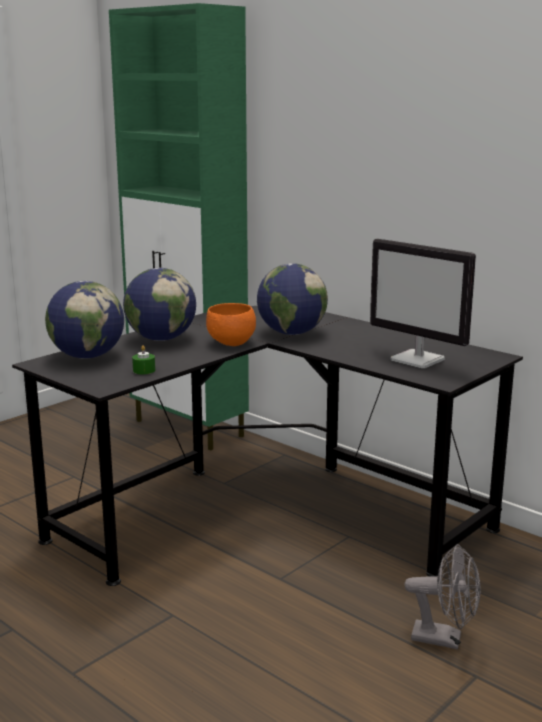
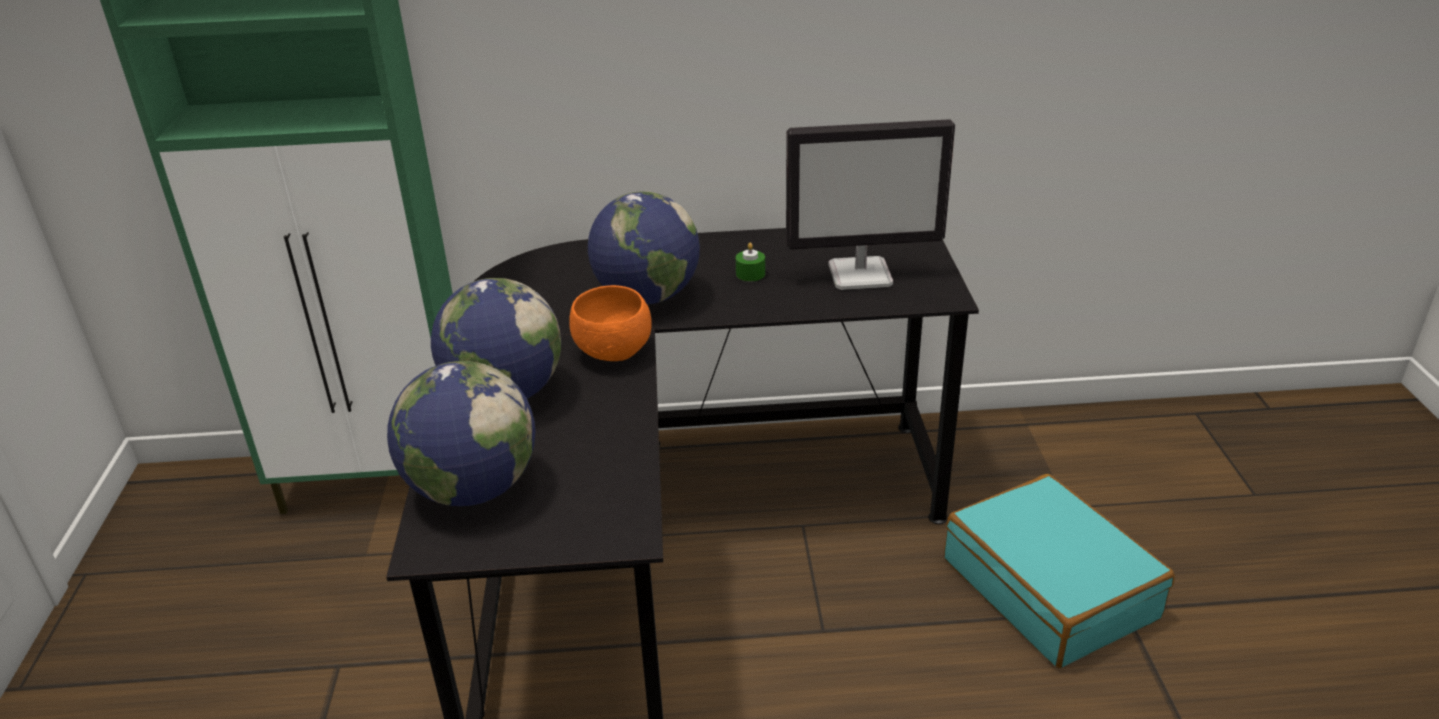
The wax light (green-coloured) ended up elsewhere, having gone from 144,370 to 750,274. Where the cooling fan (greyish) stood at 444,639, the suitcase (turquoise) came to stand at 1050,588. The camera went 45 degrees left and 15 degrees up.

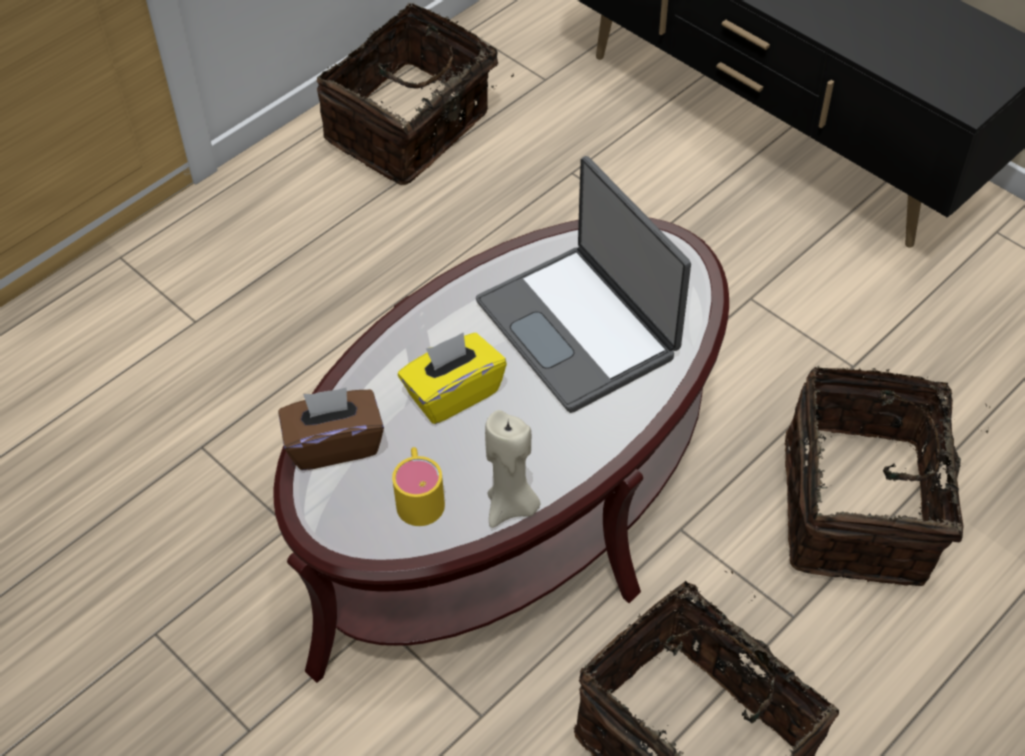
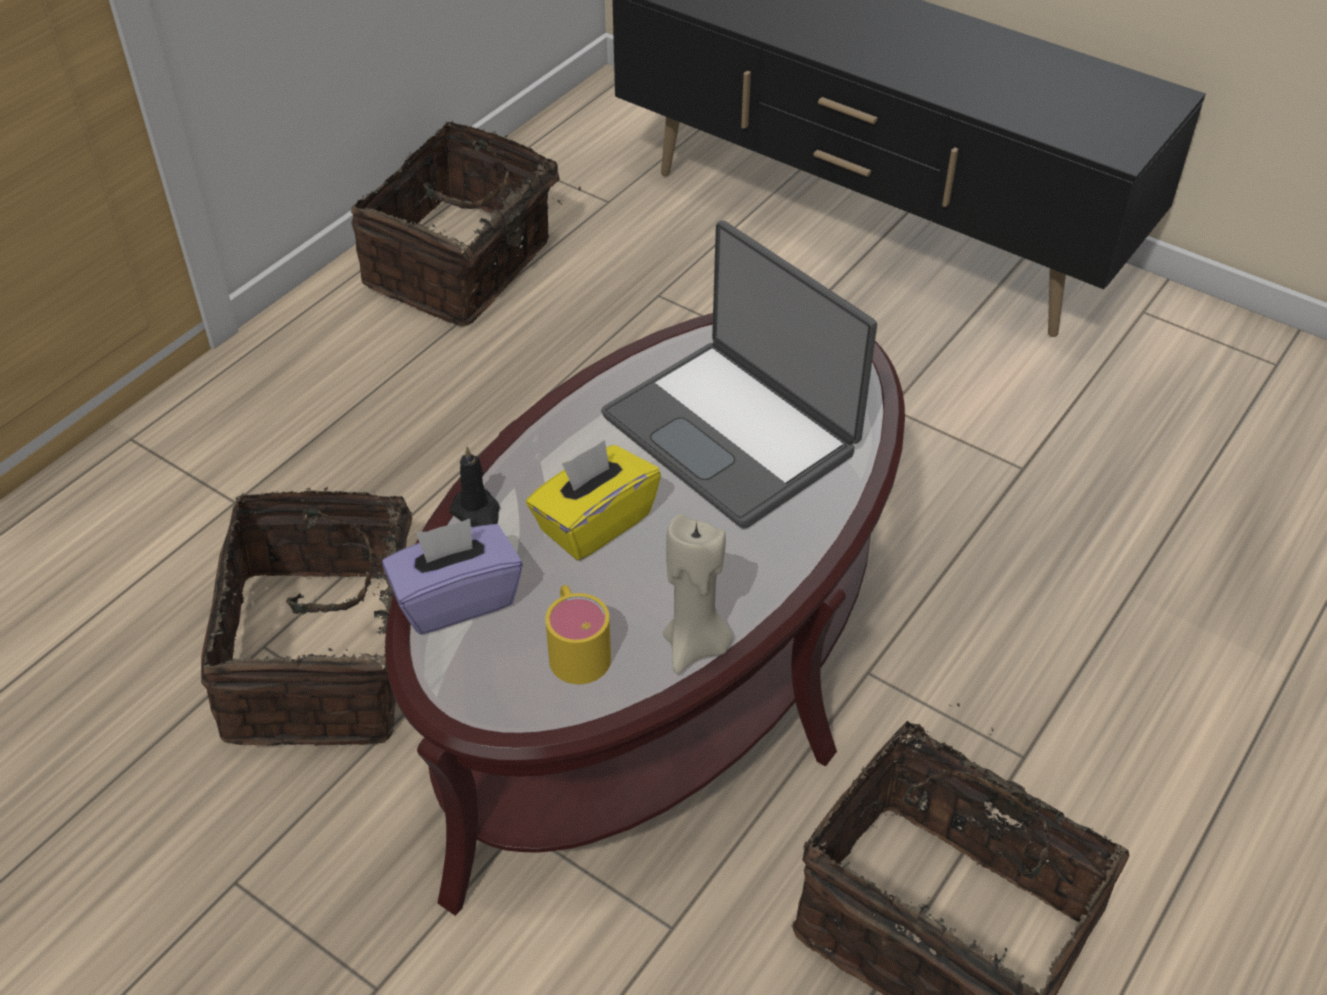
The second view gained the wax light (blackish) at 477,512. The storage basket ended up elsewhere, having gone from 862,507 to 327,659. What was the box of tissues (brown) at 334,444 turned into the box of tissues (purplish) at 456,598. The camera went 10 degrees left and 5 degrees down.

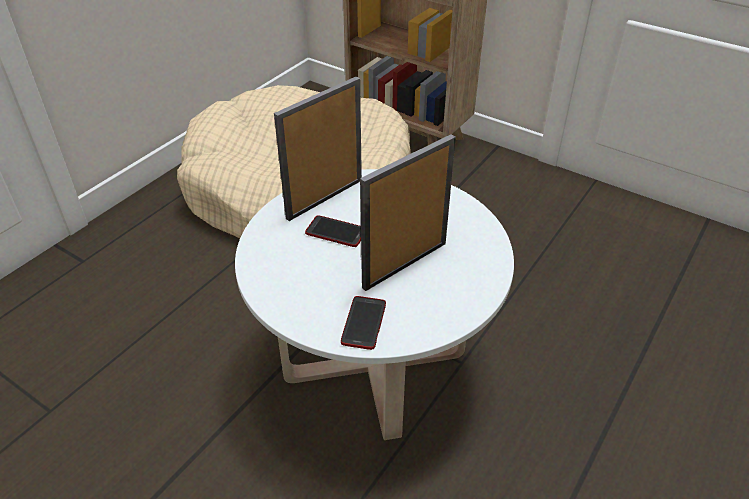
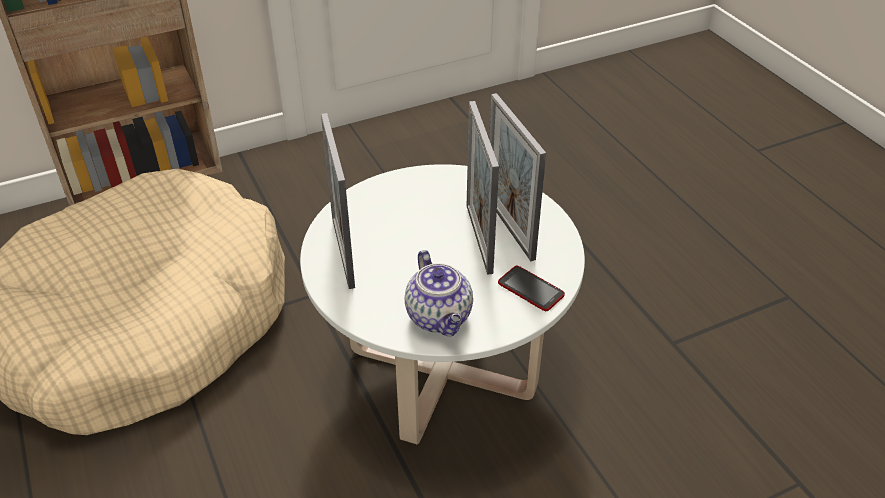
The second view lost the handset at 336,232. The second view gained the pot for tea at 440,318. The second view gained the picture frame at 510,228. The camera went 60 degrees left and 0 degrees up.

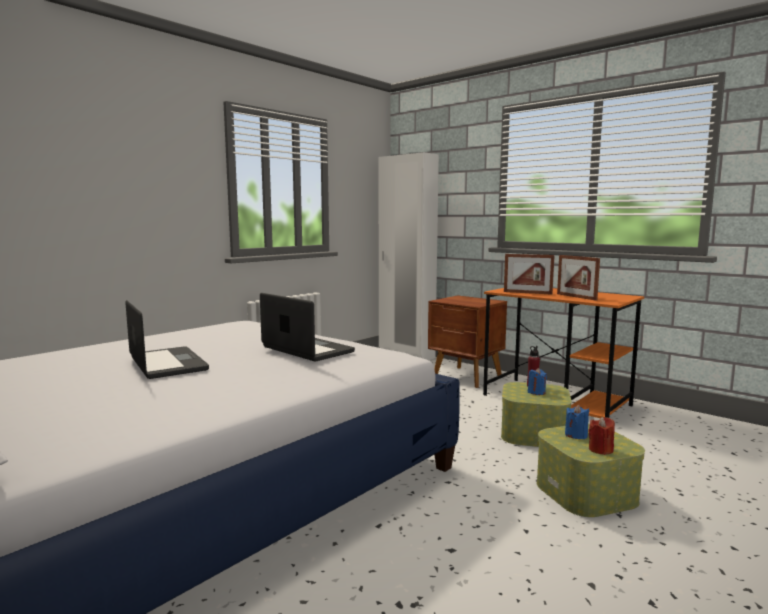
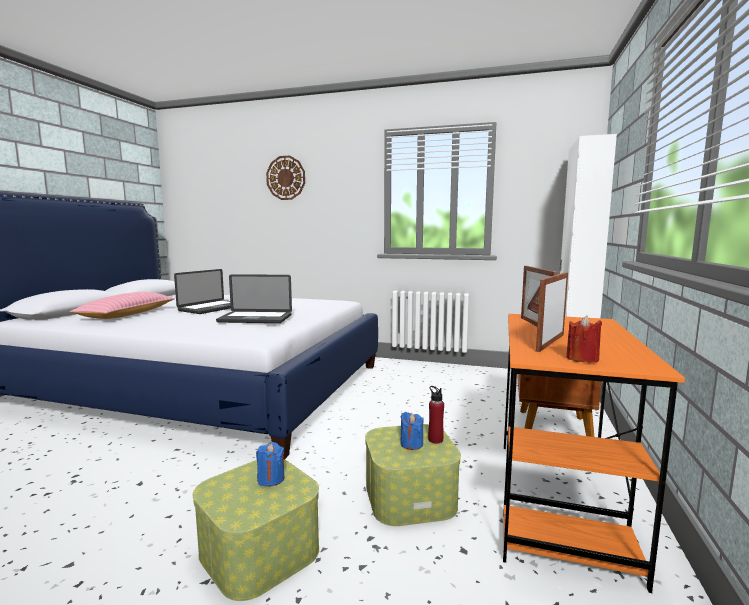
The second view gained the throw pillow (pink-coloured) at 127,314. The second view gained the clock on the wall at 286,178. The wax light (red) ended up elsewhere, having gone from 600,450 to 582,359. The portable computer at 307,349 ended up facing another way, 75 degrees clockwise from before. The camera went 65 degrees right and 0 degrees up.

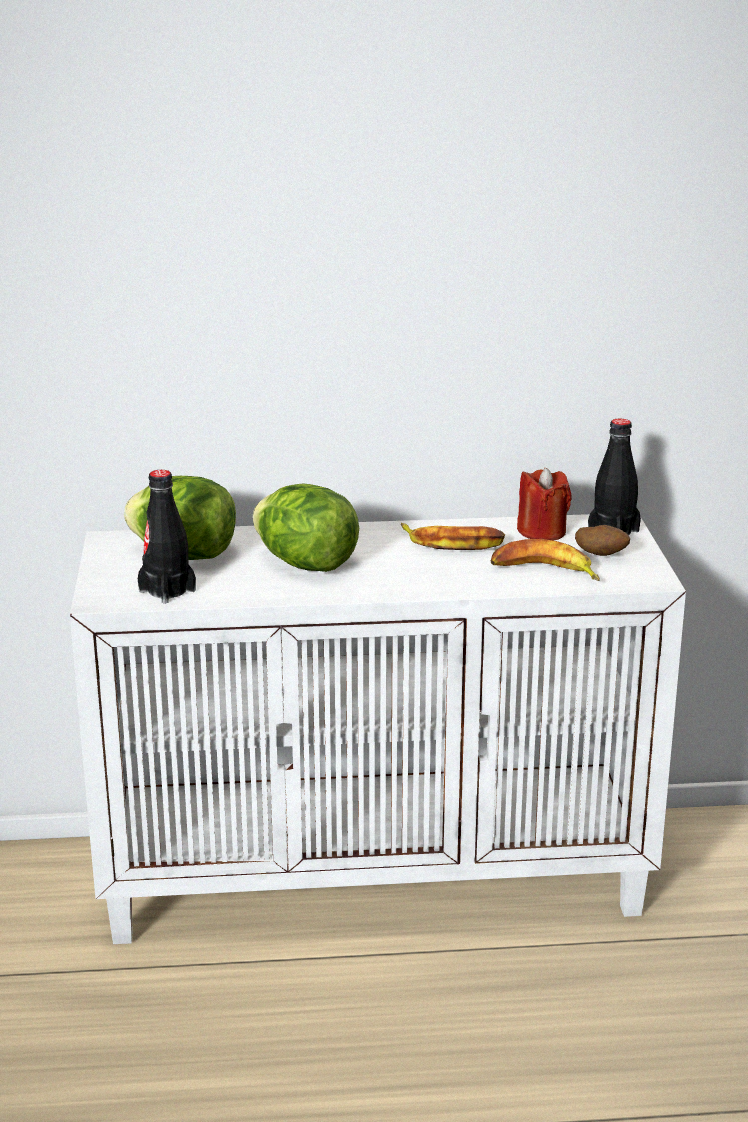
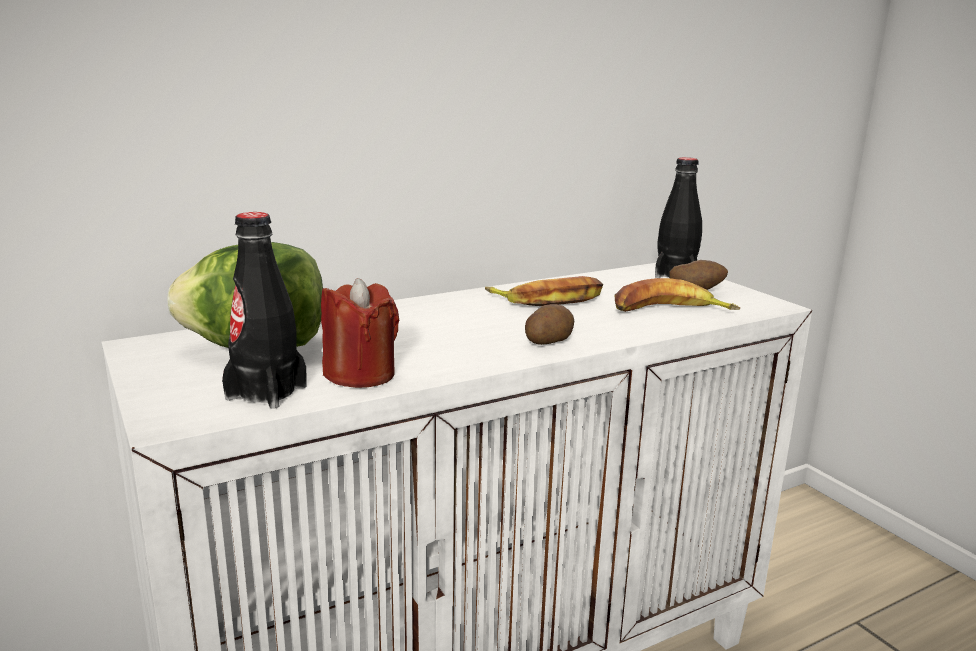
The second view lost the lettuce at 306,564. The second view gained the potato at 548,341. The wax light (red) ended up elsewhere, having gone from 542,532 to 360,374. The camera went 25 degrees left and 5 degrees down.

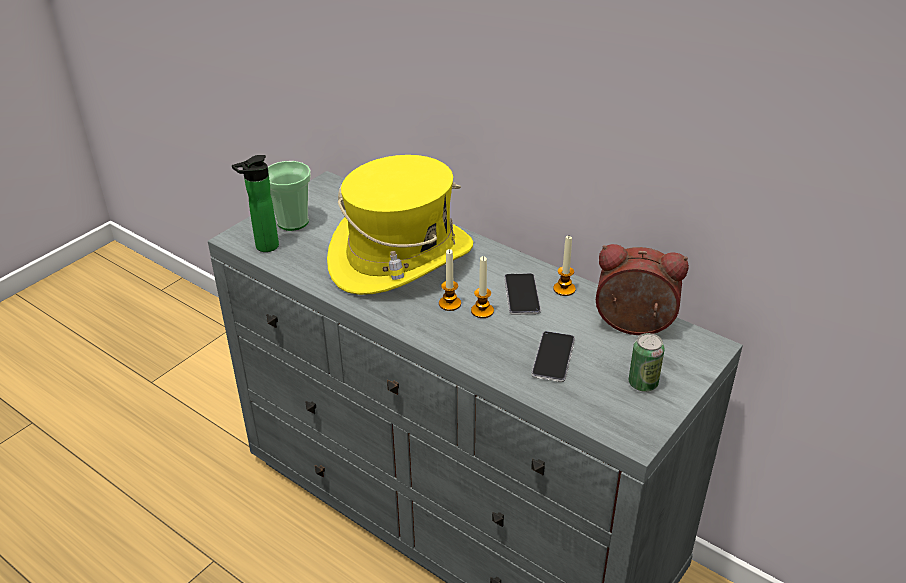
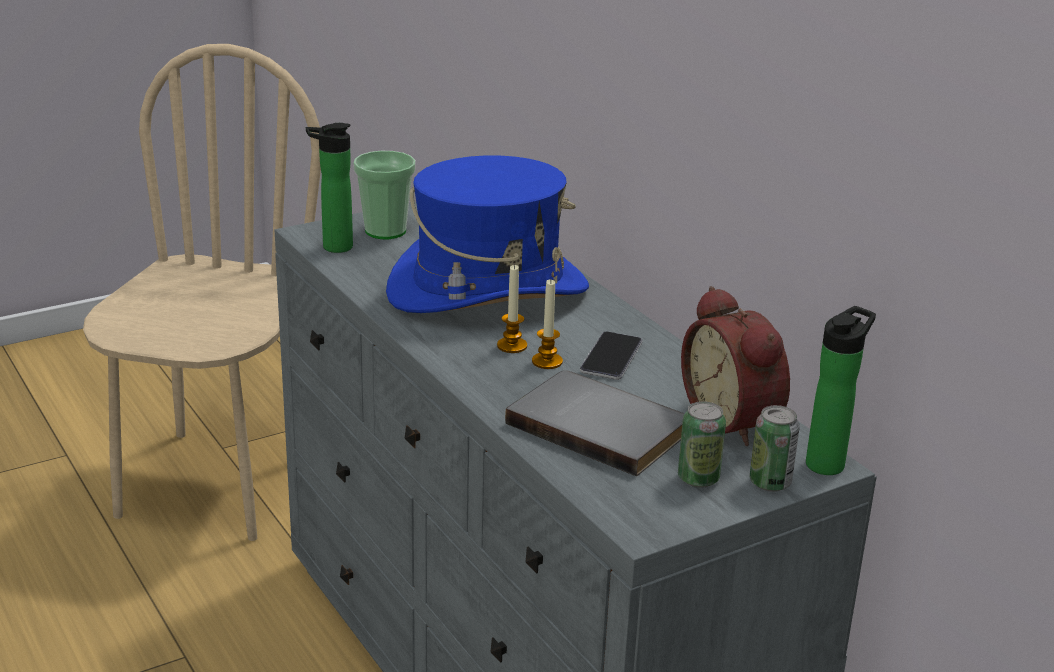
The second view lost the wax light at 564,289. The second view gained the plain chair (sand-coloured) at 217,484. The second view gained the metal can at 770,482. The second view gained the drink bottle at 828,462. Where the handset stood at 553,357, the volume (greyish) came to stand at 600,426. What was the wearable hat (yellowish) at 401,258 turned into the wearable hat (blue-coloured) at 488,291. The table clock at 633,326 ended up facing another way, 150 degrees counterclockwise from before. The camera went 20 degrees right and 10 degrees down.

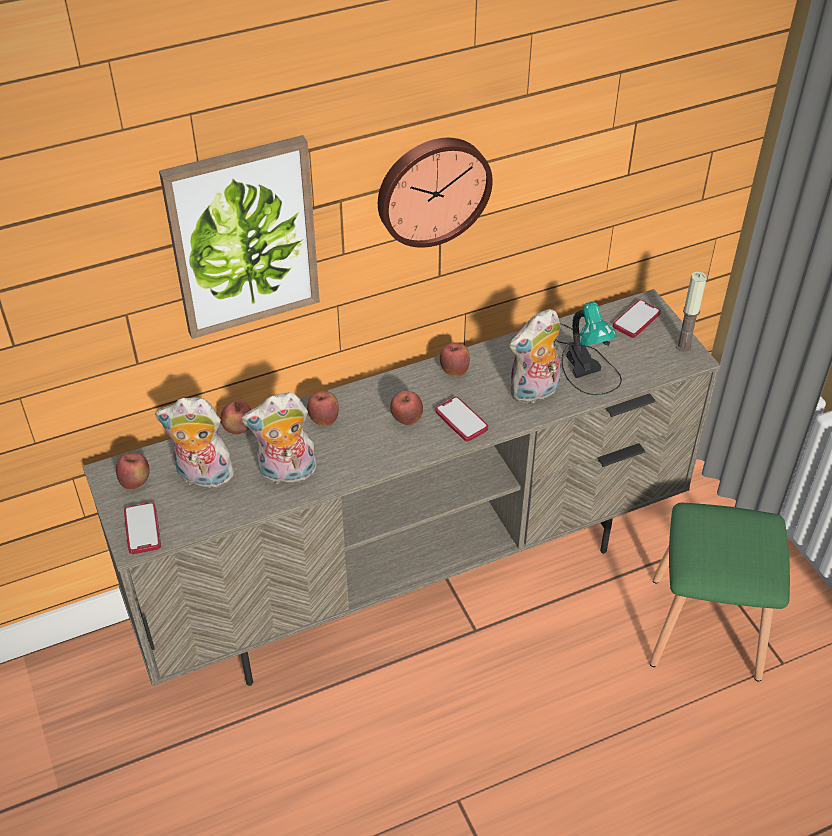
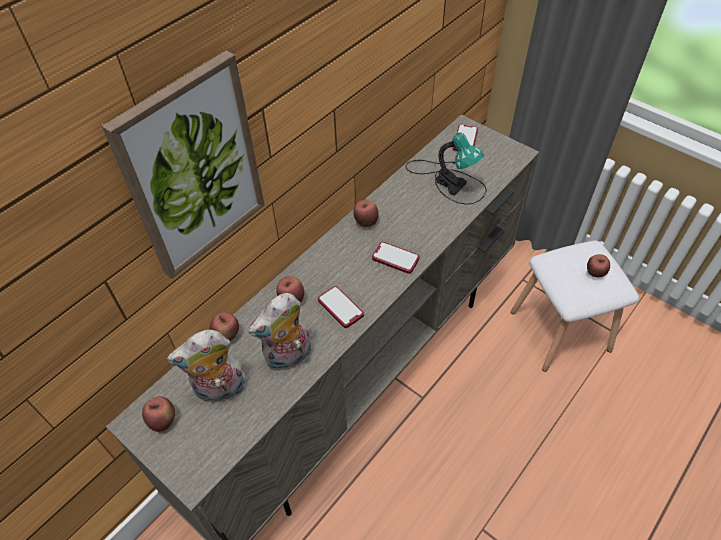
The second view lost the clock on the wall at 432,189. The second view lost the soft toy at 534,392. The second view lost the wax light at 683,346. The handset ended up elsewhere, having gone from 142,529 to 340,307. The whole apple ended up elsewhere, having gone from 406,419 to 595,273. What was the stool seat (green-coloured) at 707,627 turned into the stool seat (whitish) at 561,329. The camera went 25 degrees left and 5 degrees up.

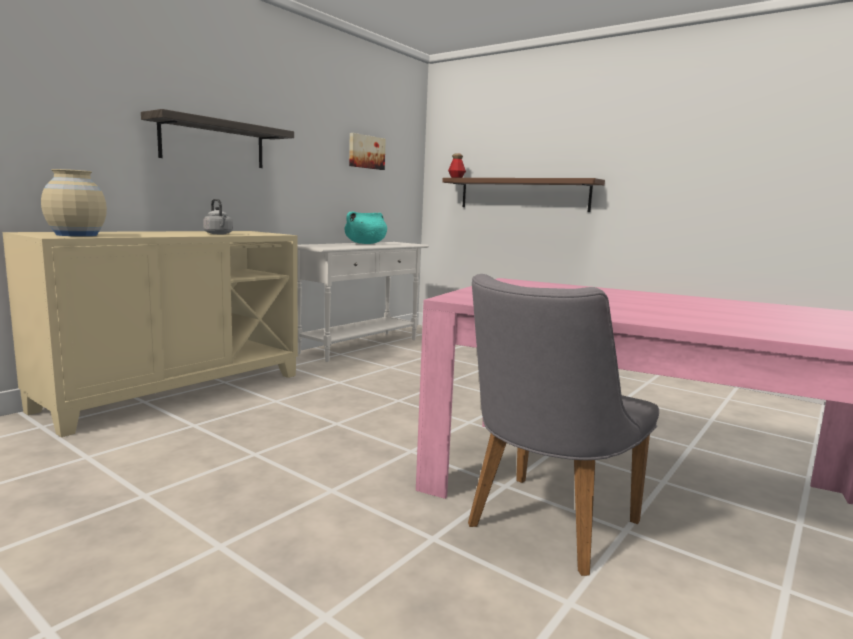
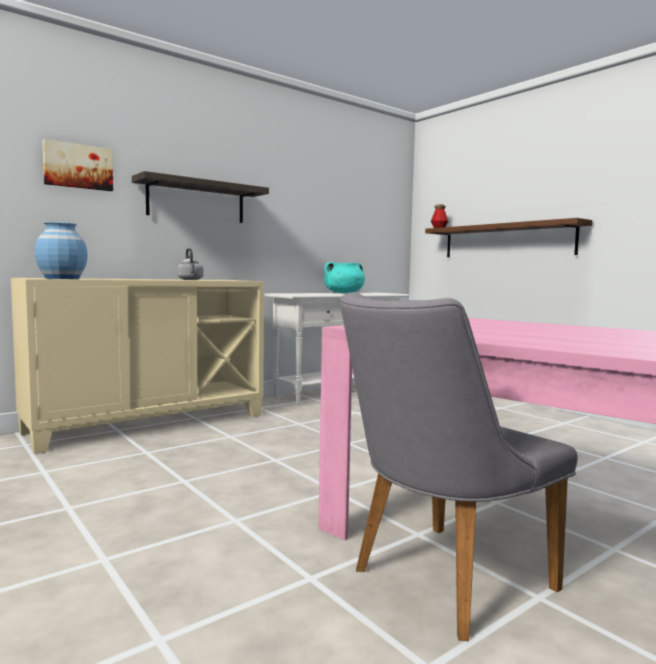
The wall picture ended up elsewhere, having gone from 366,152 to 78,166. What was the flower vase (sand-coloured) at 76,235 turned into the flower vase (blue-coloured) at 62,278. The camera went 15 degrees right and 5 degrees down.

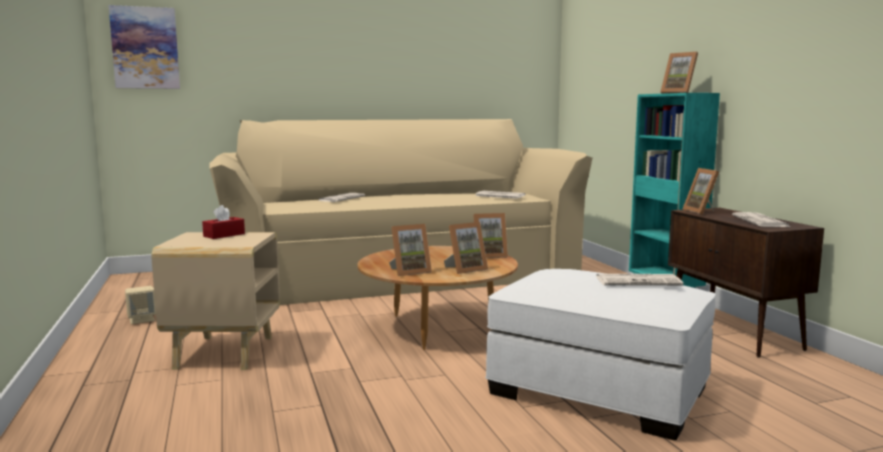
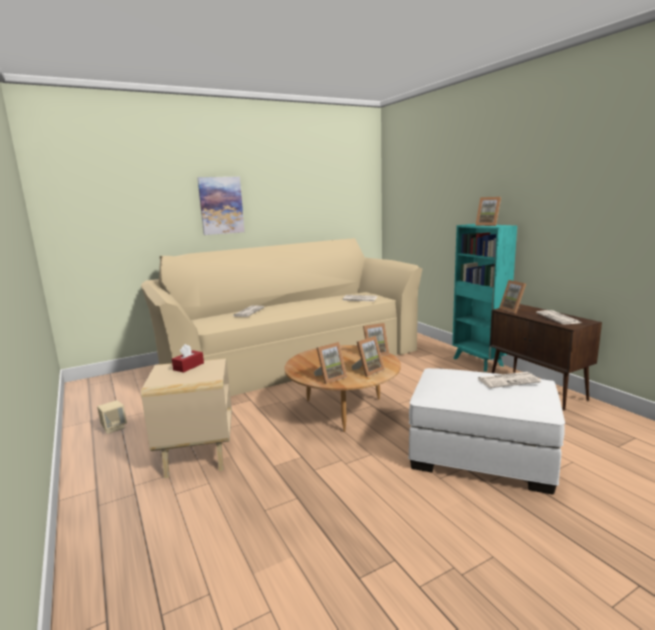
The wall picture ended up elsewhere, having gone from 145,48 to 221,205. The camera went 10 degrees left and 5 degrees up.

